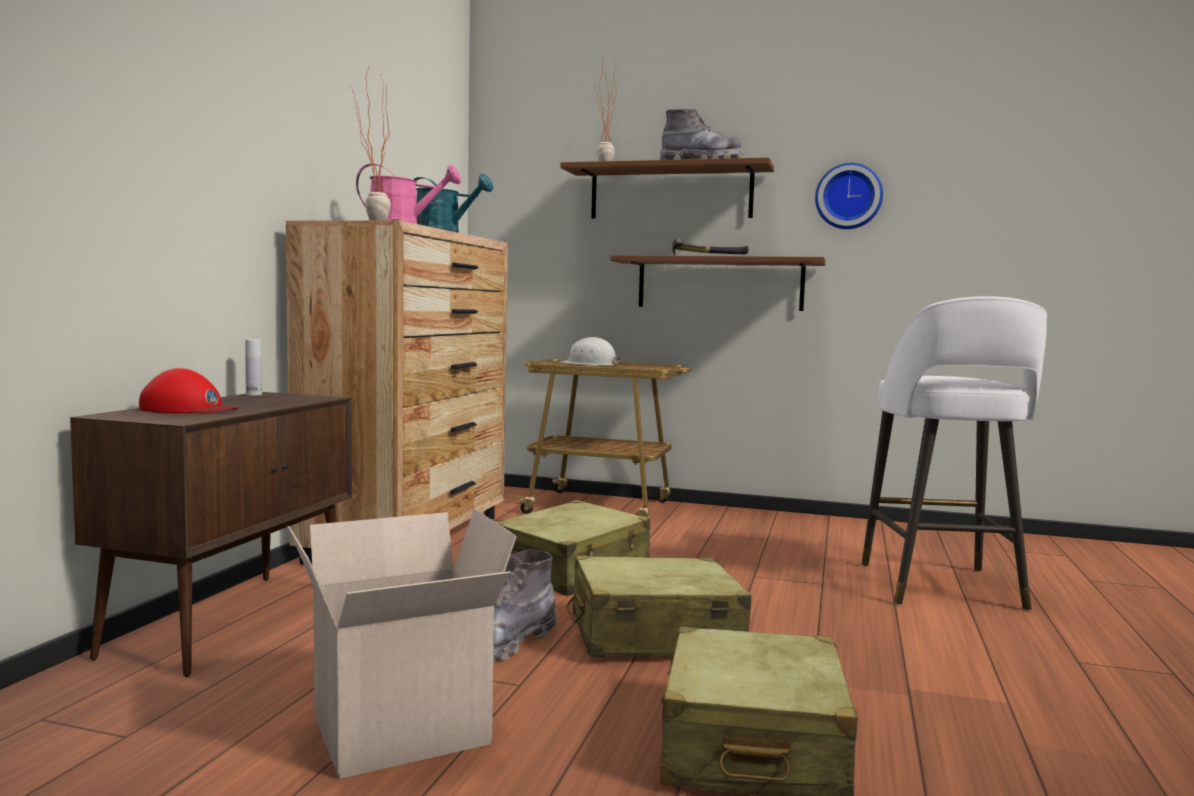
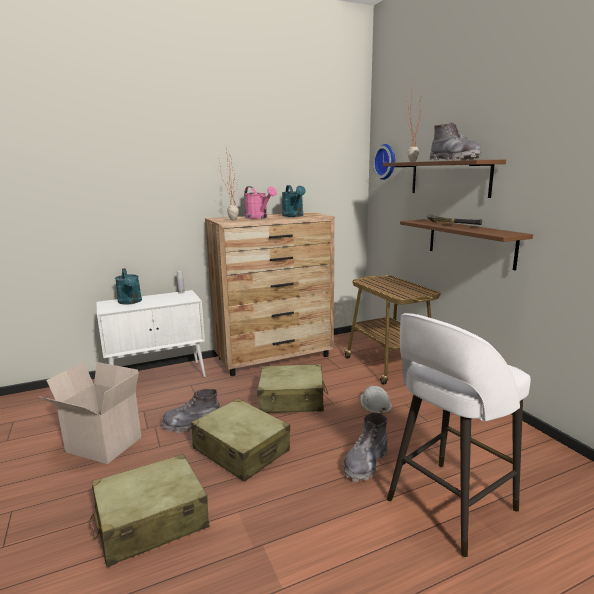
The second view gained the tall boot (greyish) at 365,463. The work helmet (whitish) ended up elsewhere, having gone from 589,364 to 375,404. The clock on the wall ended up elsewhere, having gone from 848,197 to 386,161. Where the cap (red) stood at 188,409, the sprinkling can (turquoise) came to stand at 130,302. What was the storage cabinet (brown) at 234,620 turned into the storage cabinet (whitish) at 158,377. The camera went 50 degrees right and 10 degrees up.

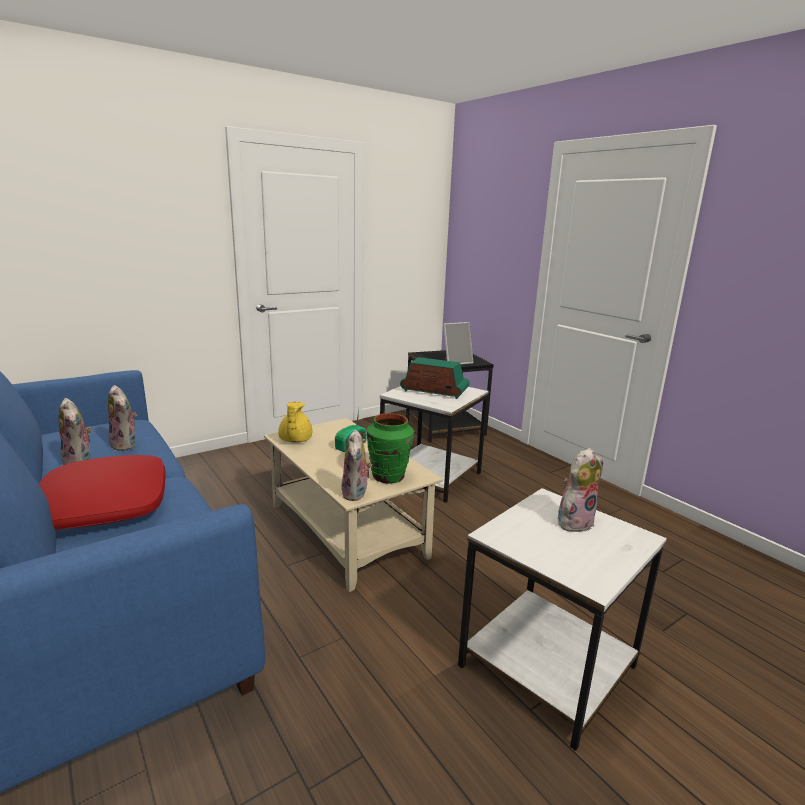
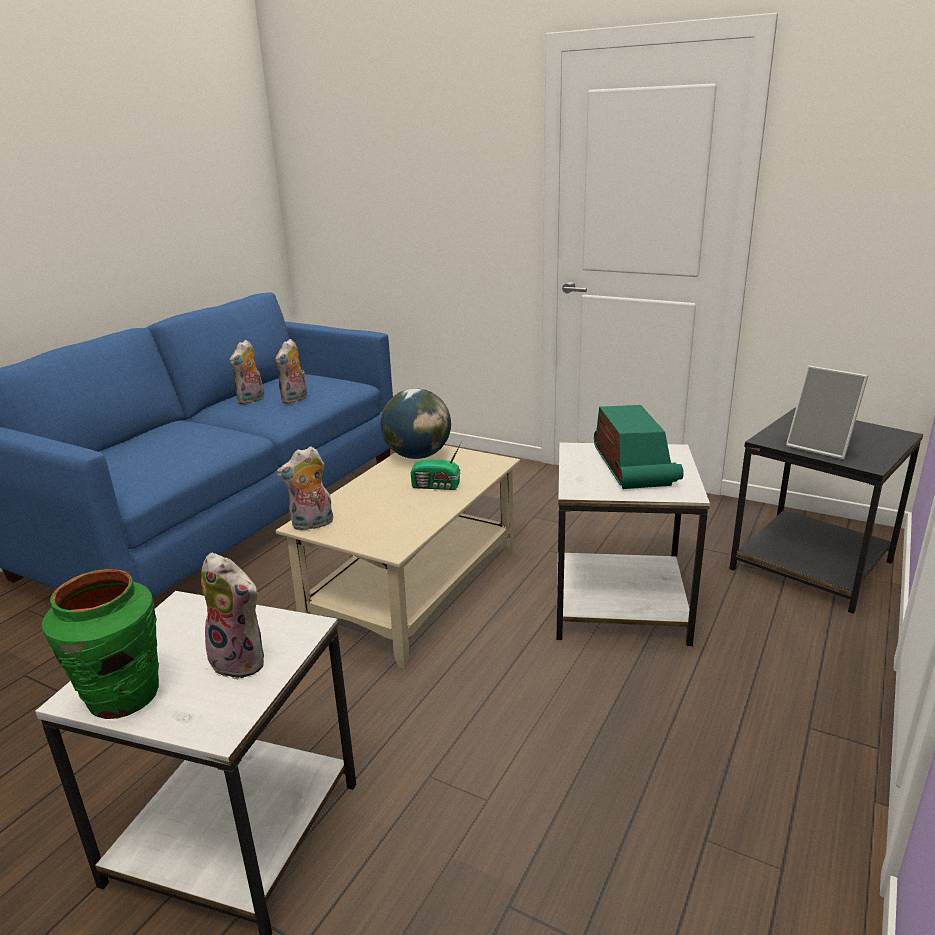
The second view lost the throw pillow (red) at 103,505. The flower vase (green-coloured) ended up elsewhere, having gone from 388,476 to 123,697. Where the pot for tea (yellowish) stood at 294,440, the globe came to stand at 417,456. The camera went 65 degrees right and 5 degrees up.

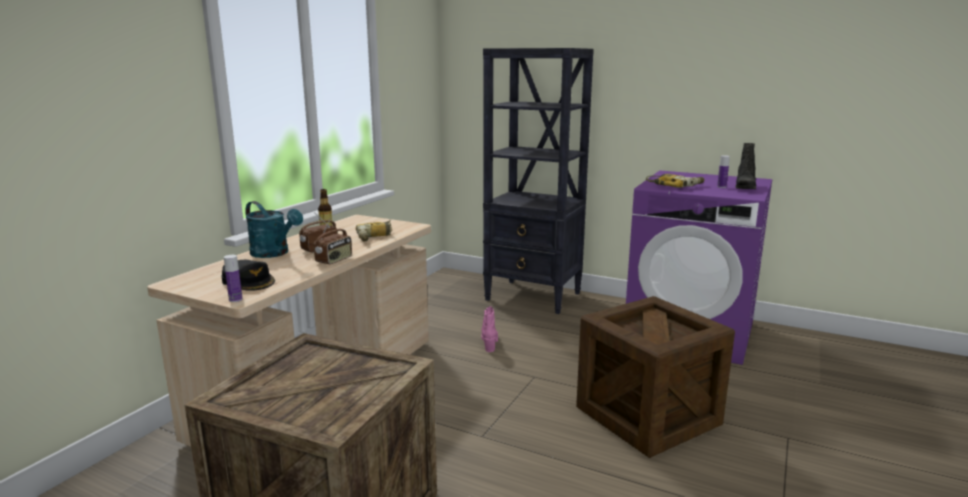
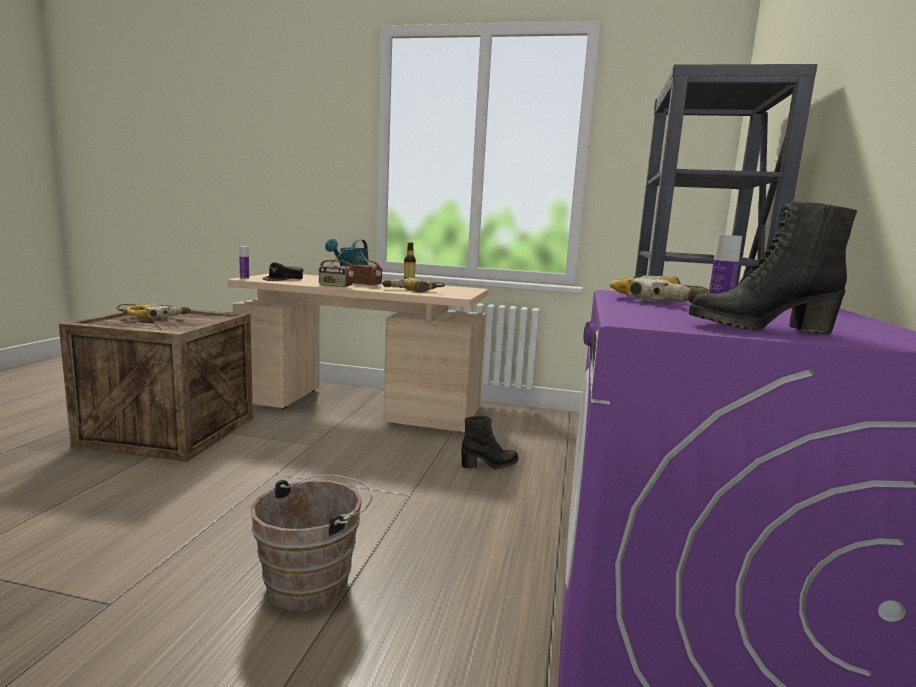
The second view gained the power drill at 155,316. Where the packing crate stood at 647,416, the pail (brown) came to stand at 314,582. What was the tall boot (pink-coloured) at 489,342 turned into the tall boot (blackish) at 489,465. The camera went 75 degrees right and 5 degrees down.

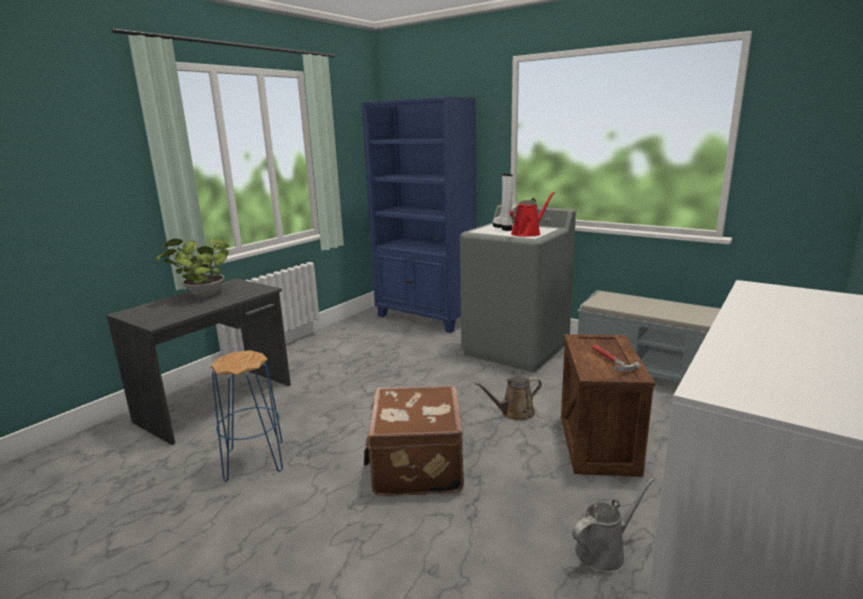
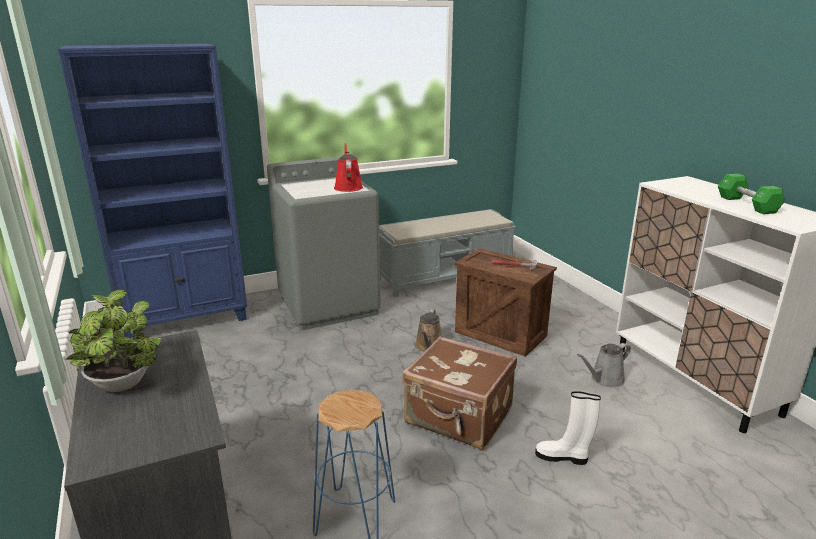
The second view gained the hand weight (green-coloured) at 747,204. The tall boot (whitish) ended up elsewhere, having gone from 503,228 to 563,457. The sprinkling can (greyish) at 603,551 ended up facing another way, 120 degrees counterclockwise from before. The camera went 60 degrees left and 5 degrees up.

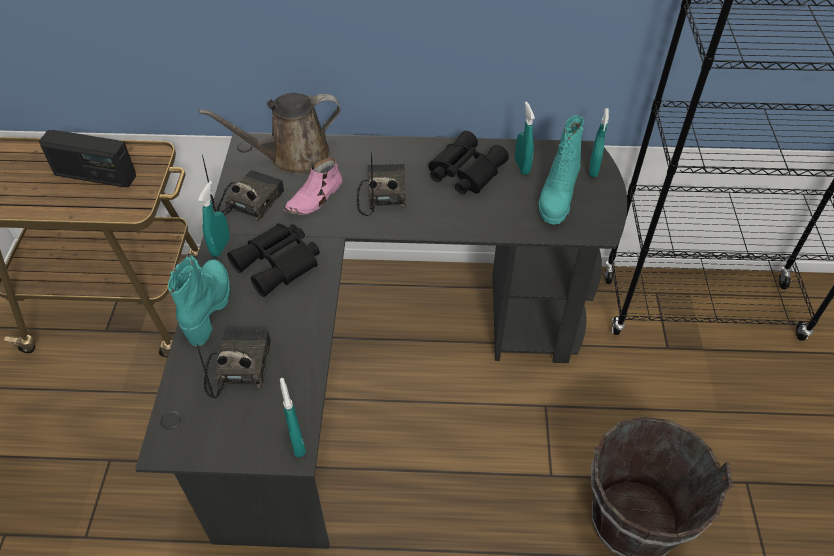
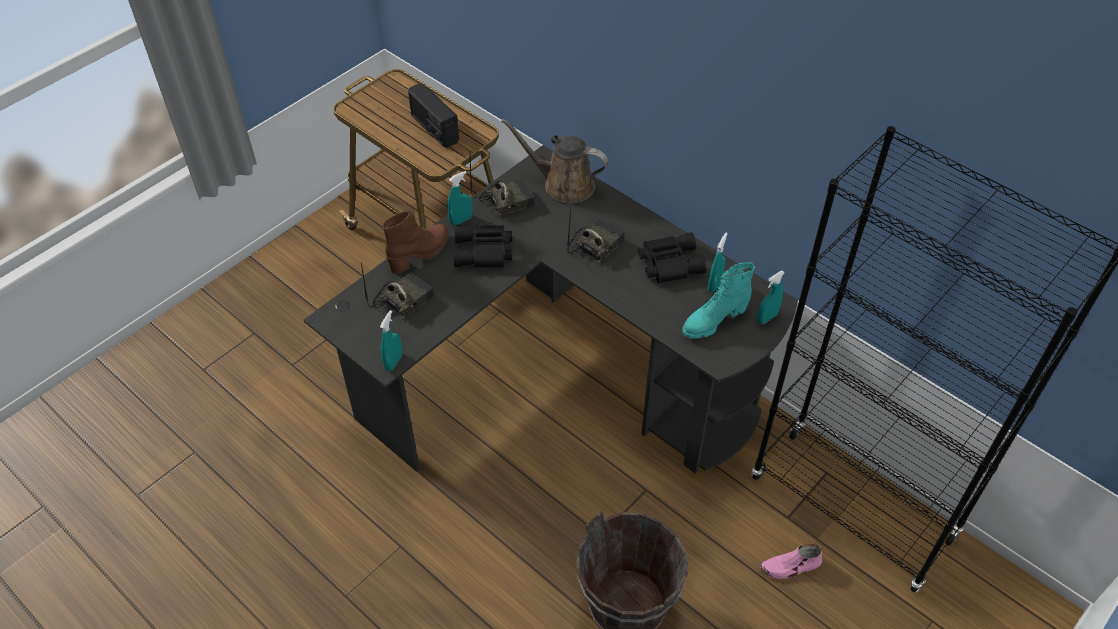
The low shoe (pink-coloured) ended up elsewhere, having gone from 315,198 to 790,566. What was the tall boot (turquoise) at 209,307 turned into the tall boot (brown) at 420,254. The camera went 40 degrees right and 0 degrees up.

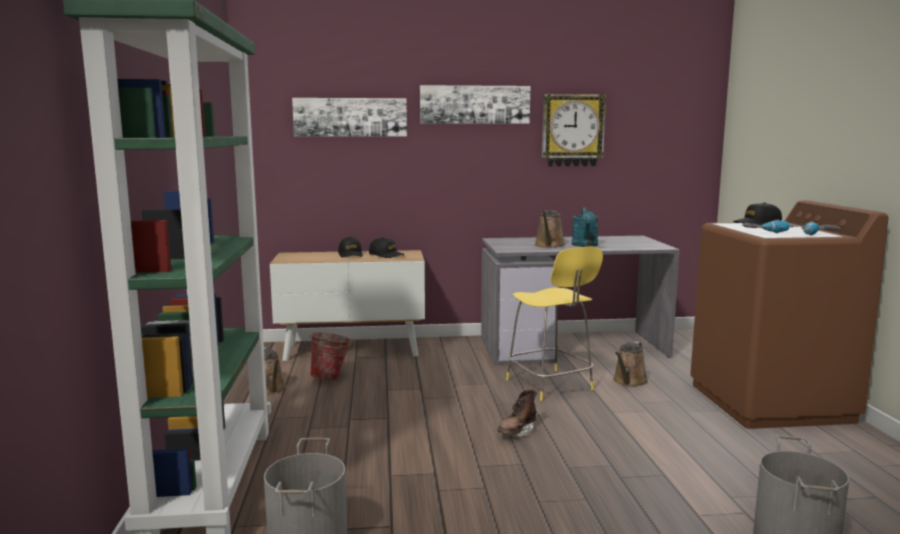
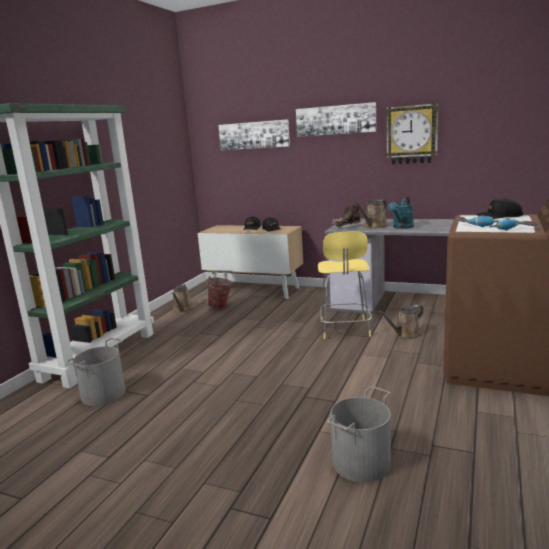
The tall boot (brown) ended up elsewhere, having gone from 517,432 to 346,227. The camera went 30 degrees right and 5 degrees up.

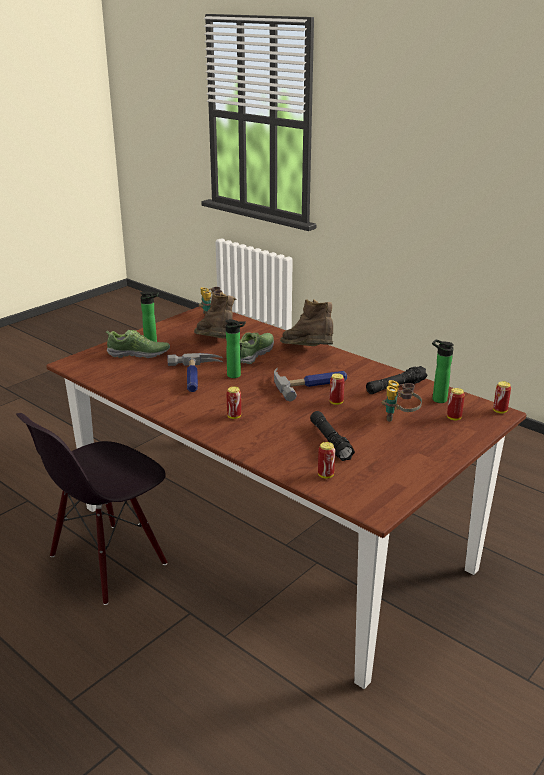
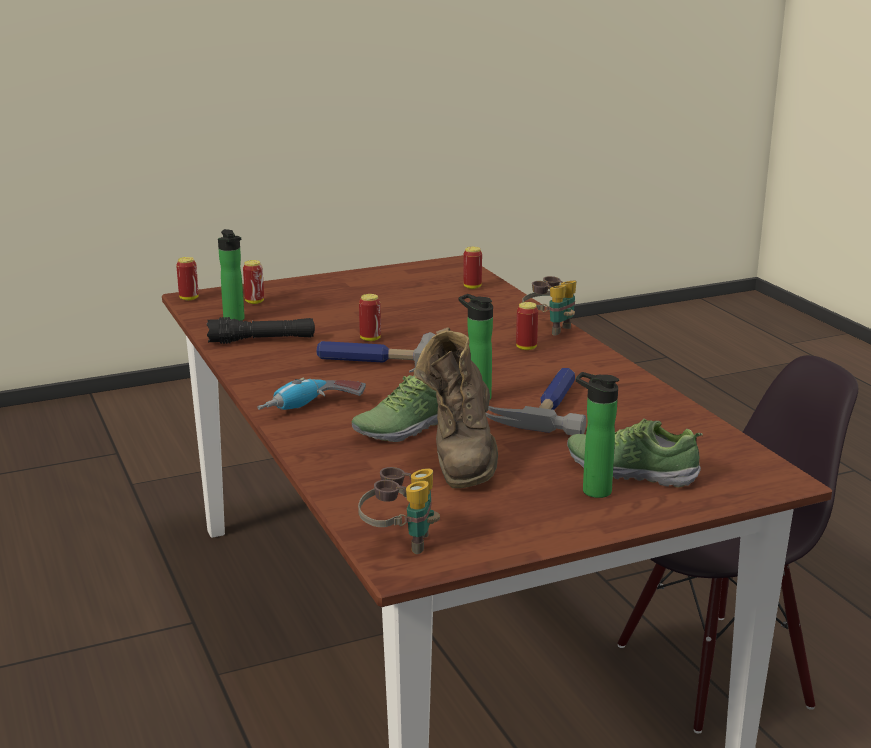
The second view lost the flashlight (blackish) at 330,441. The binoculars ended up elsewhere, having gone from 400,418 to 549,328. Where the tall boot (brown) stood at 308,353, the power drill came to stand at 312,409. The camera went 155 degrees left and 5 degrees down.

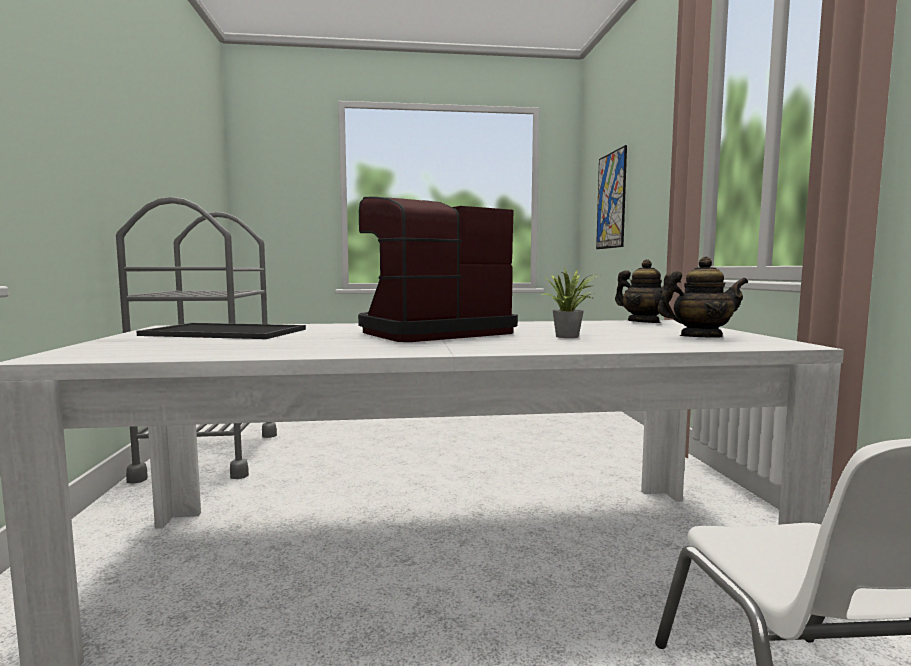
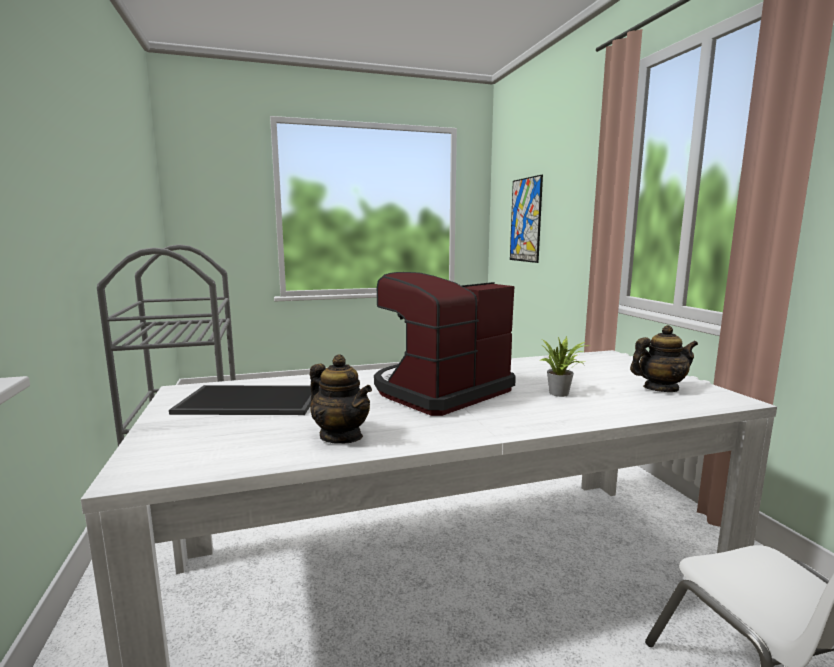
The pot for tea ended up elsewhere, having gone from 644,322 to 341,436. The camera went 10 degrees left and 5 degrees up.

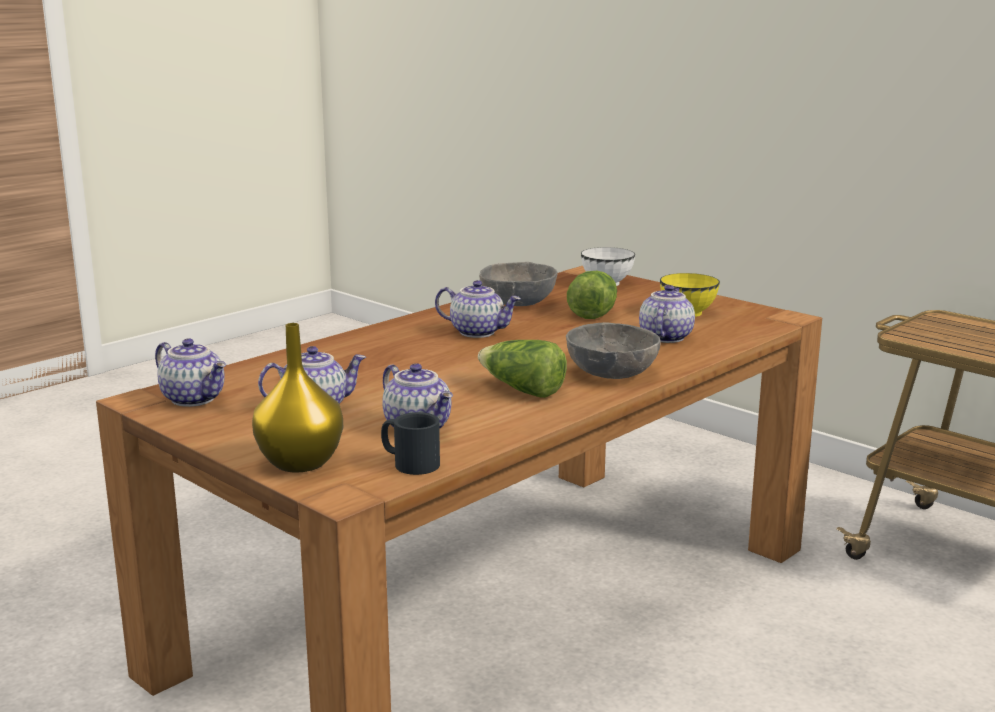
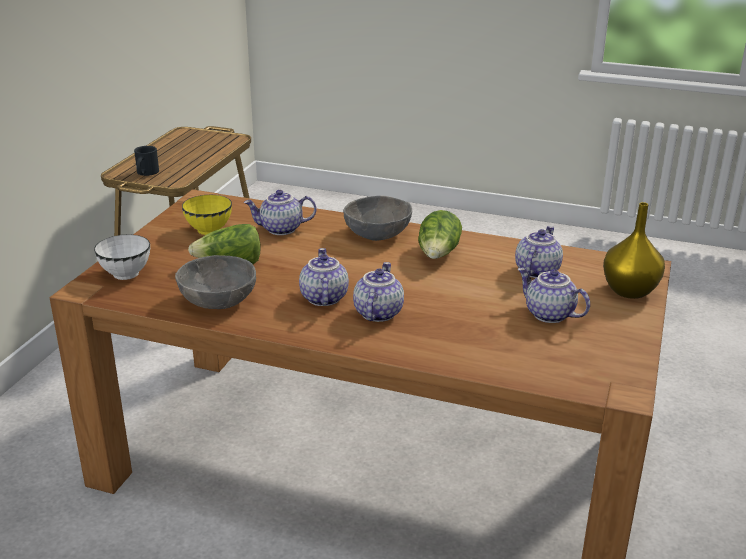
The pot for tea ended up elsewhere, having gone from 195,399 to 377,313. The coffee mug (blackish) ended up elsewhere, having gone from 409,463 to 146,173. The camera went 115 degrees left and 10 degrees up.

